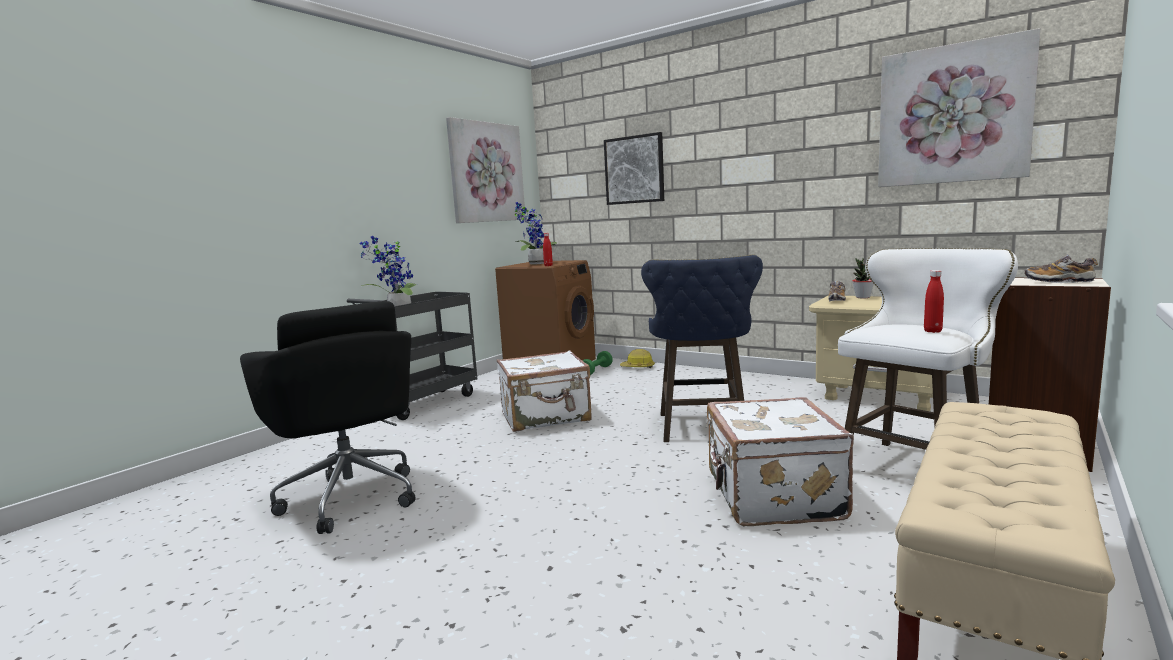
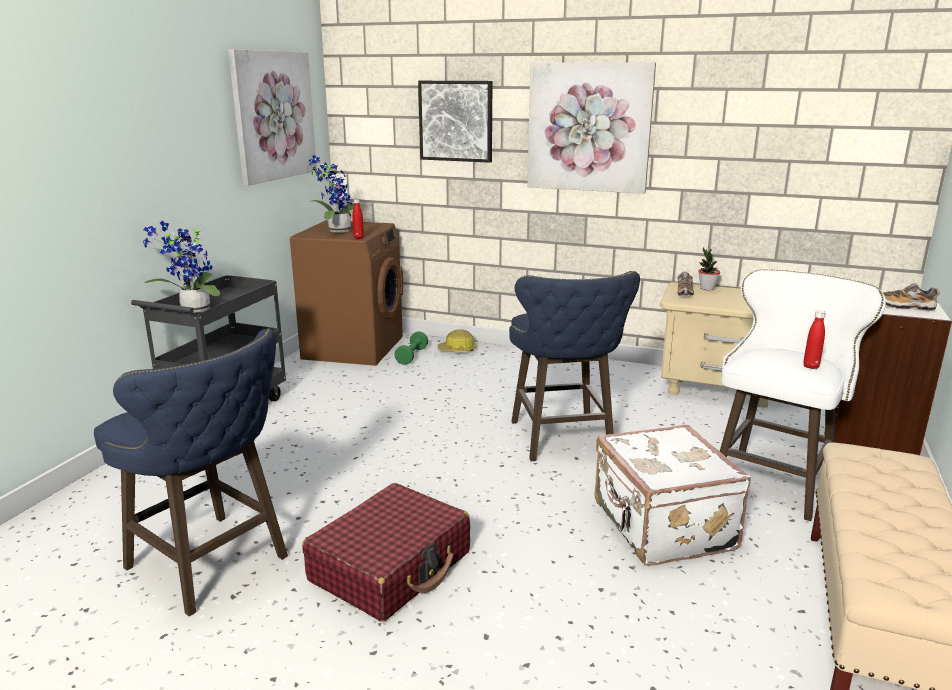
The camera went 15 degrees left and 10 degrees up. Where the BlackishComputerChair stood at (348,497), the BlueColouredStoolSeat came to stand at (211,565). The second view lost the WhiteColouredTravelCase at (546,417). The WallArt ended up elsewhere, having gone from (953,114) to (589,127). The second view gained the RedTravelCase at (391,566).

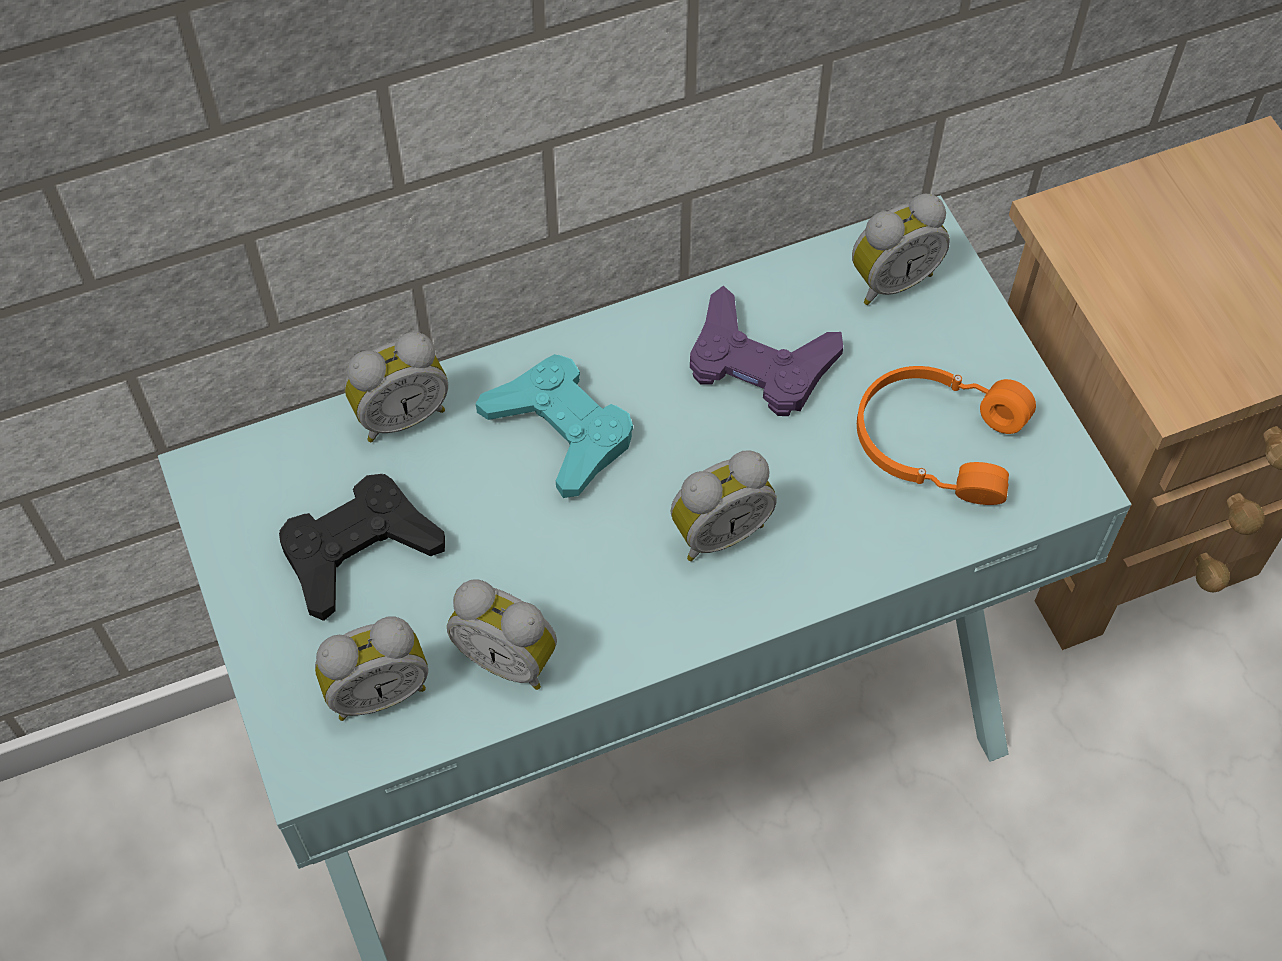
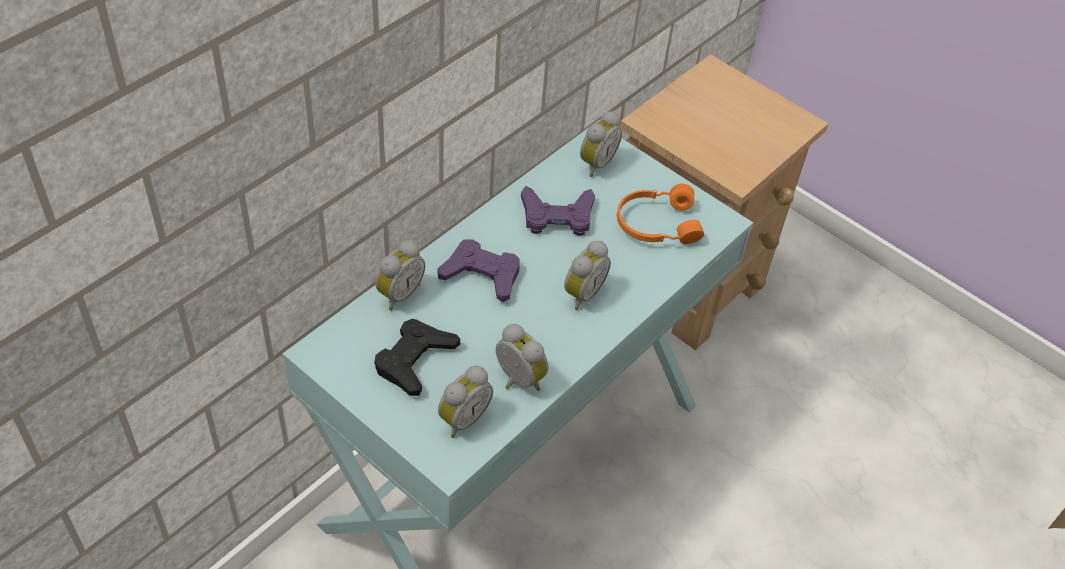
The camera went 30 degrees left and 10 degrees down. The AlarmClock at (509,656) ended up facing another way, 135 degrees counterclockwise from before. What was the TurquoiseColouredGamepad at (560,430) turned into the PurplishGamepad at (481,275).

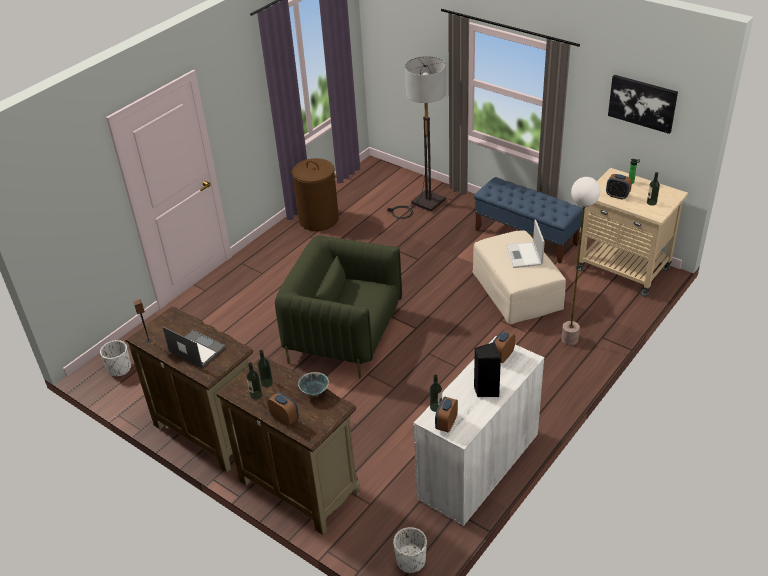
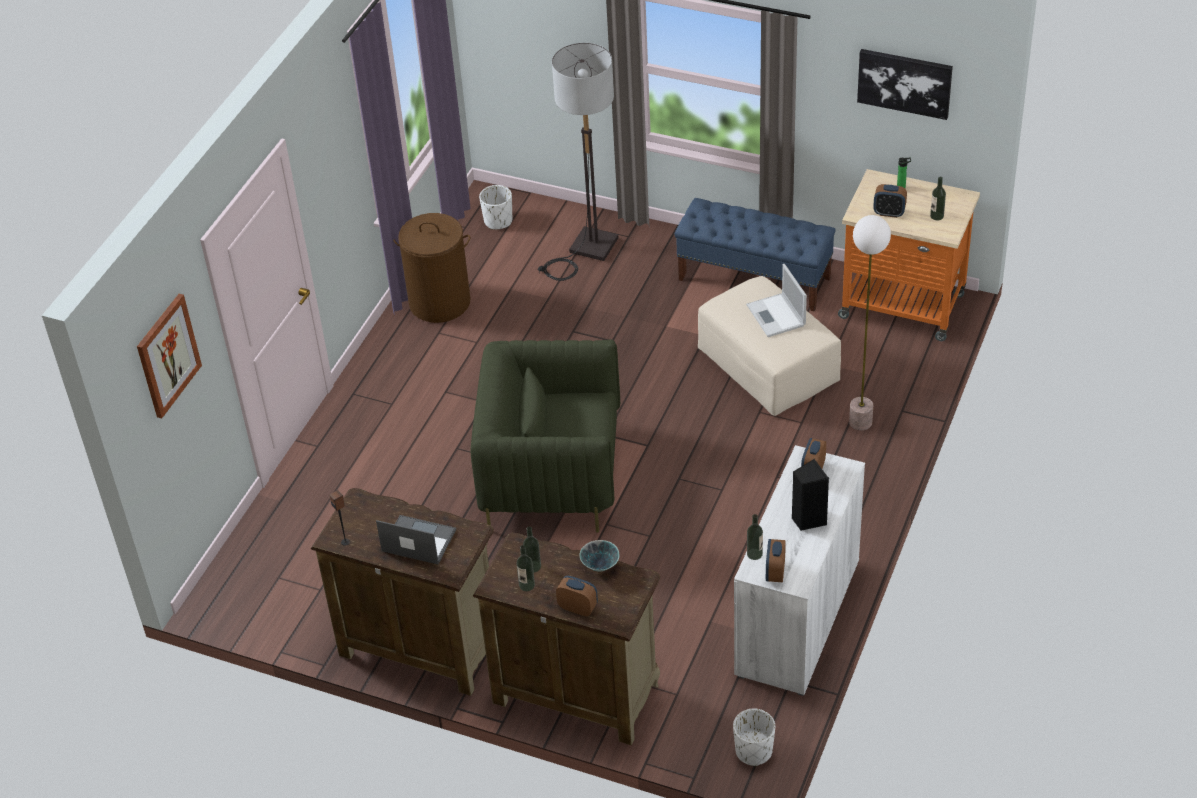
The camera went 15 degrees left and 5 degrees up. The WhiteColouredFlowerPot ended up elsewhere, having gone from (120,369) to (498,221). What was the SandColouredTrolley at (623,270) turned into the OrangeTrolley at (903,307). The second view gained the WallArt at (167,355).

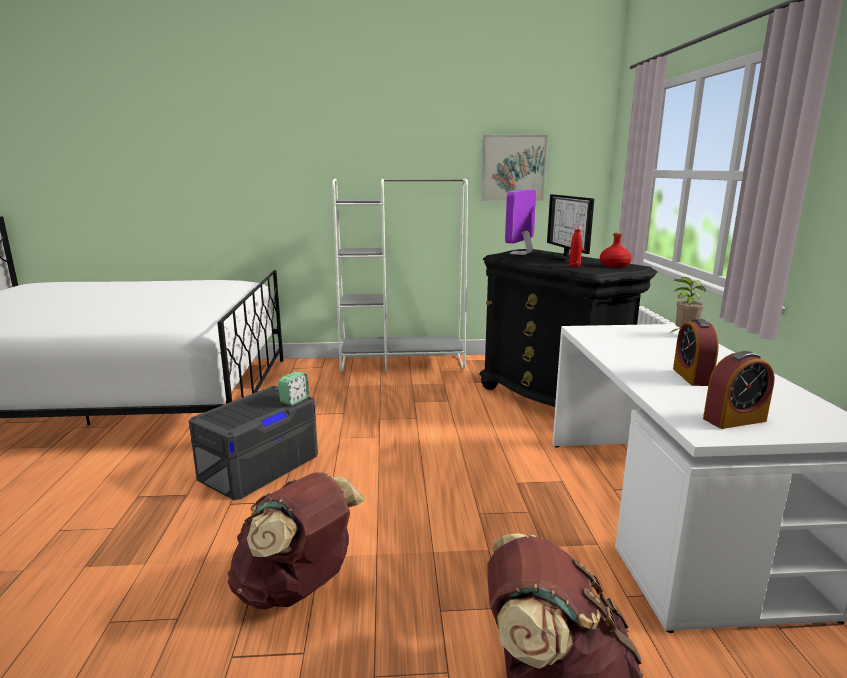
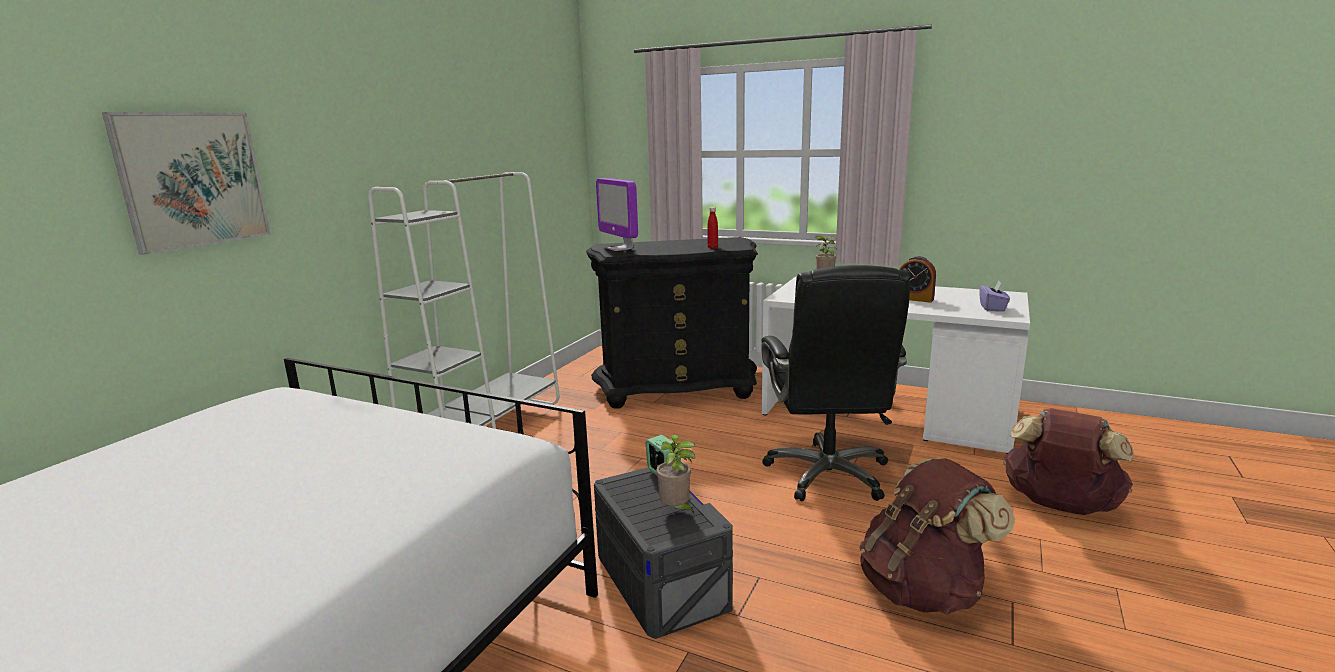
The camera went 60 degrees left and 0 degrees up. The WallArt ended up elsewhere, having gone from (513,168) to (193,179). The second view lost the ComputerDisplay at (558,257). The second view lost the RedDrinkBottle at (614,266). Where the AlarmClock stood at (734,420), the PurplishTissueBox came to stand at (992,308). The second view gained the Houseplant at (676,510). The second view gained the BlackishComputerChair at (827,471).

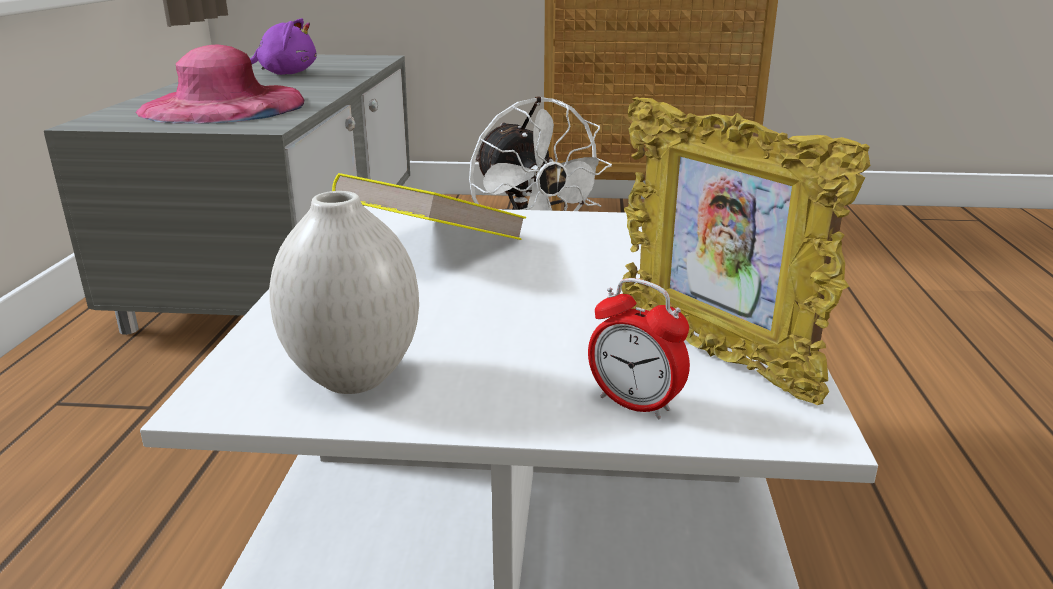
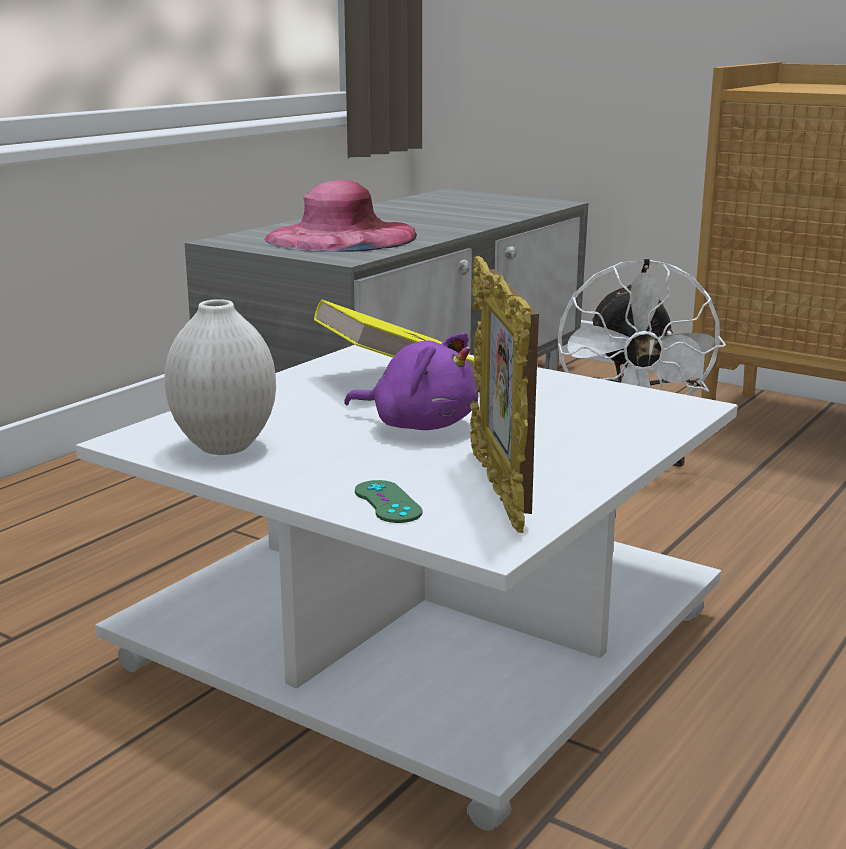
The camera went 30 degrees right and 5 degrees down. The PurplishPlushToy ended up elsewhere, having gone from (284,74) to (419,424). Where the AlarmClock stood at (635,404), the GreenColouredGamepad came to stand at (387,502).

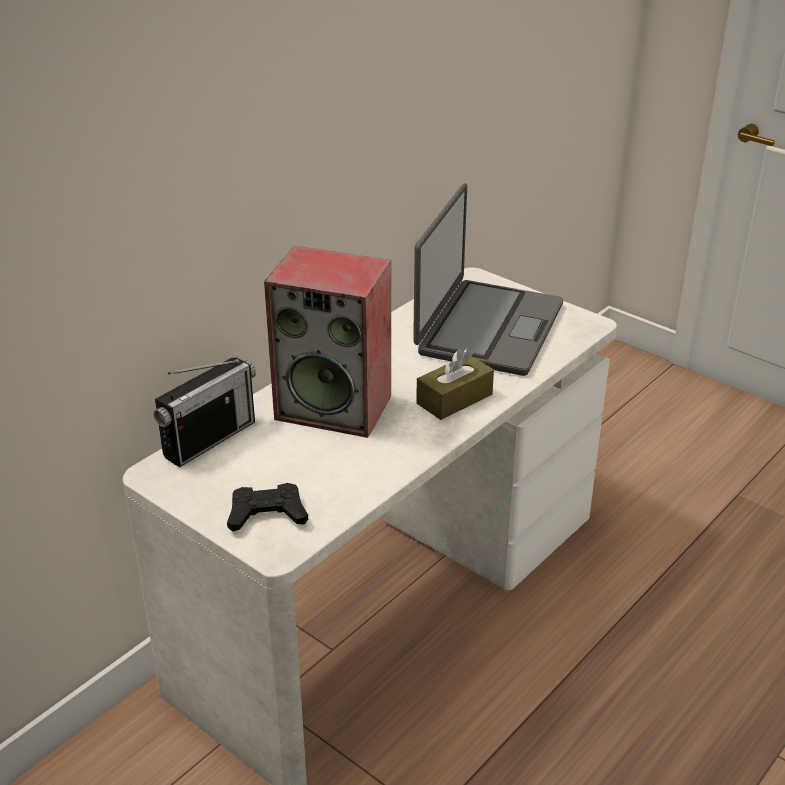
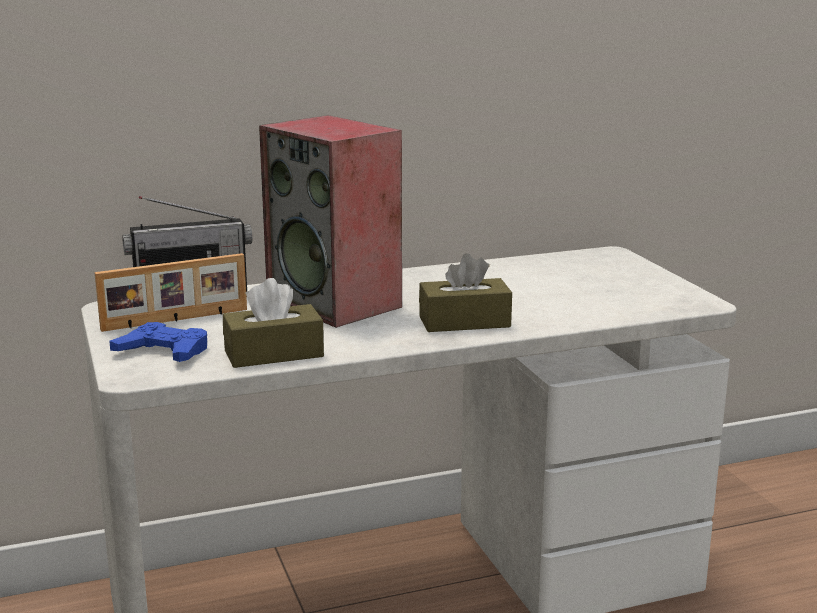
The camera went 30 degrees right and 15 degrees down. What was the BlackishGamepad at (267,514) turned into the BlueColouredGamepad at (163,352). The second view lost the PortableComputer at (488,328). The second view gained the PictureFrame at (176,320). The second view gained the BrownTissueBox at (274,353).

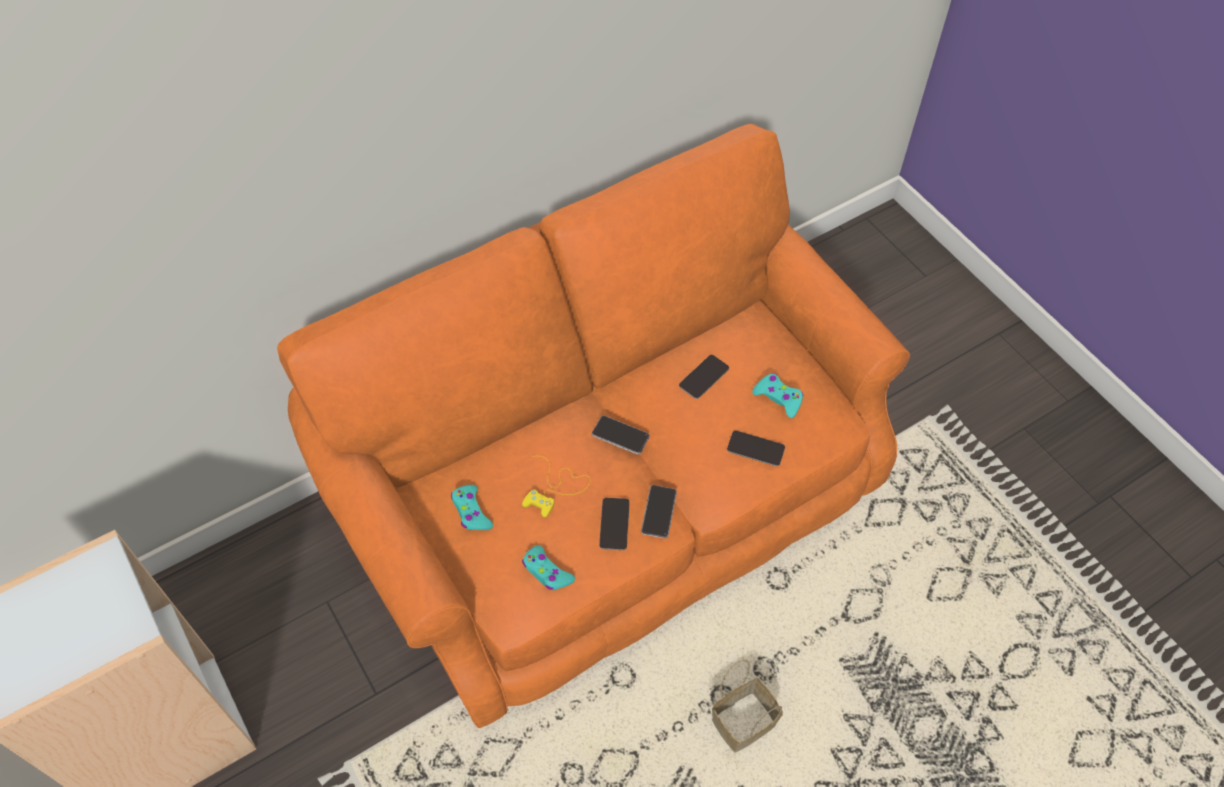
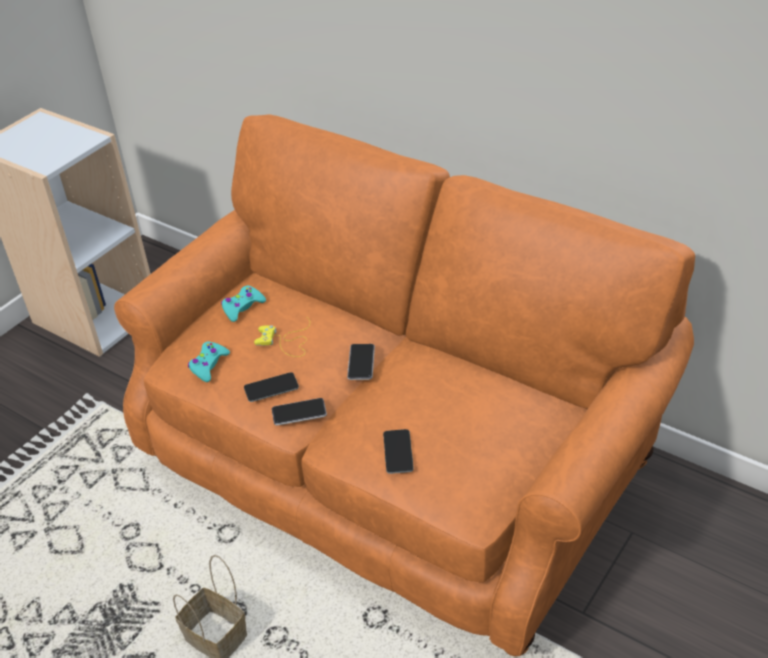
The camera went 70 degrees right and 15 degrees down. The second view lost the Telephone at (704,377). The second view lost the TurquoiseColouredGamepad at (778,398).

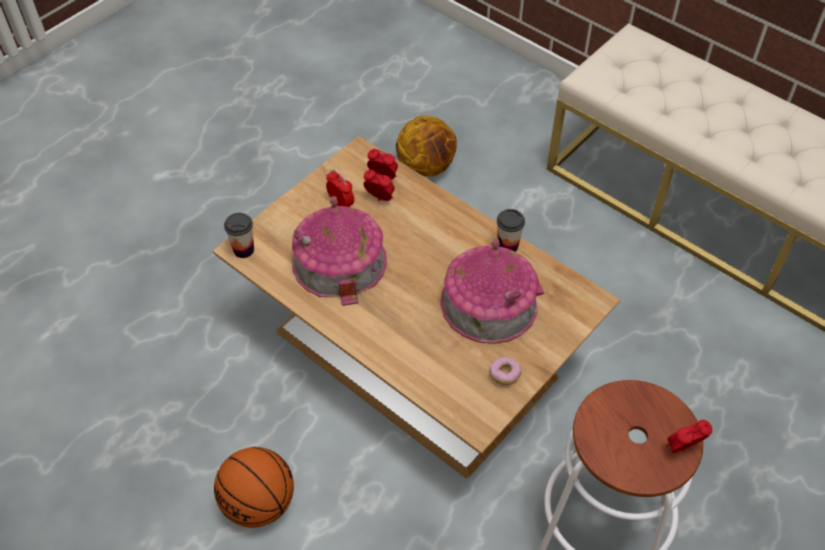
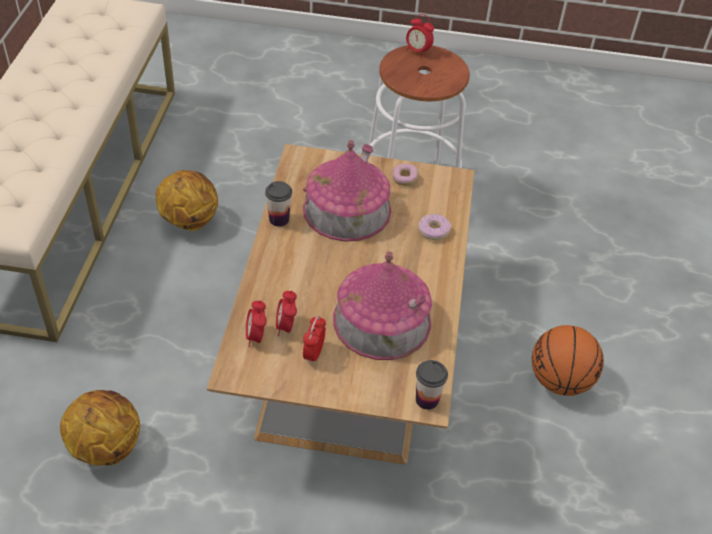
The camera went 125 degrees left and 5 degrees down. The second view gained the Basketball at (189,220). The second view gained the RingDoughnut at (433,230).

